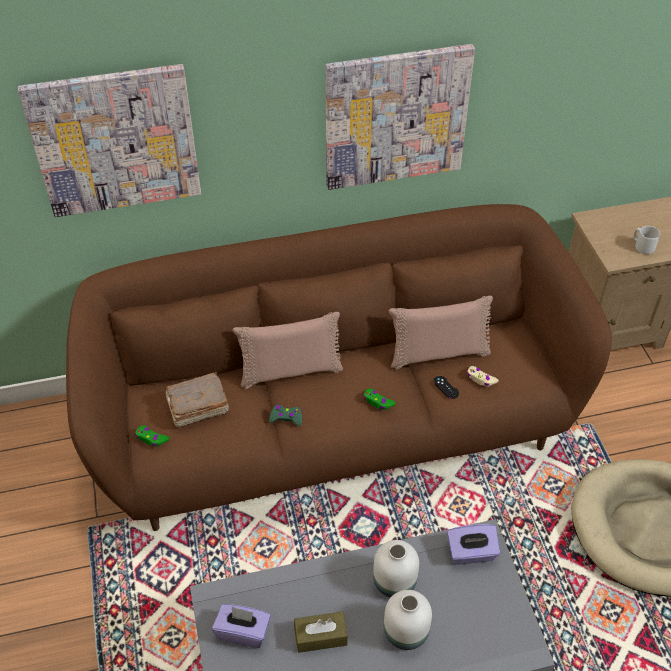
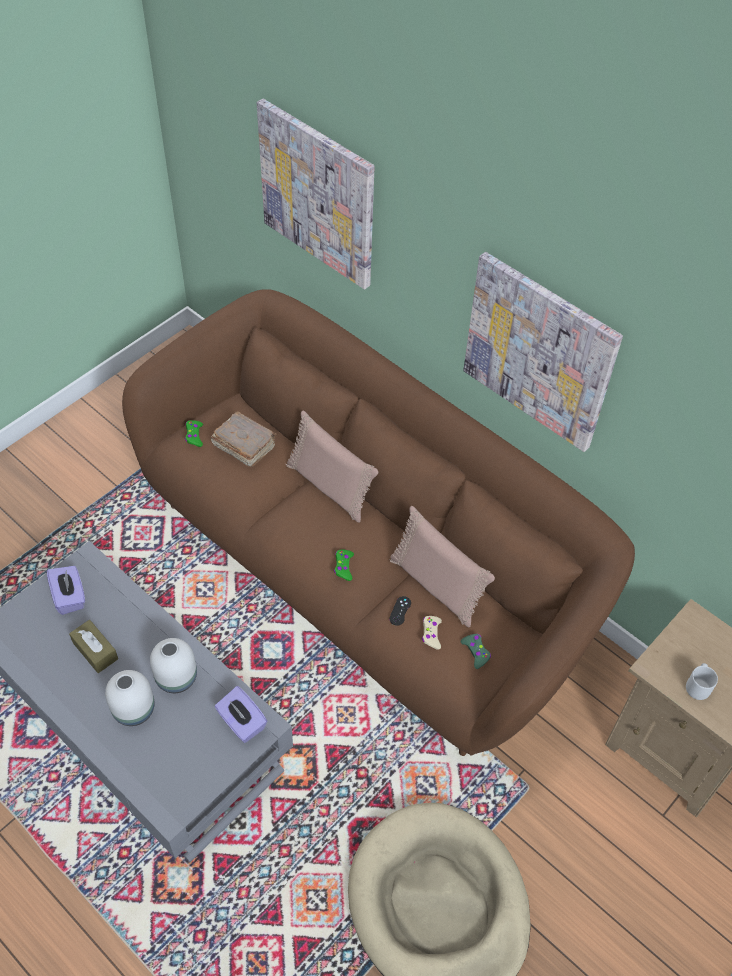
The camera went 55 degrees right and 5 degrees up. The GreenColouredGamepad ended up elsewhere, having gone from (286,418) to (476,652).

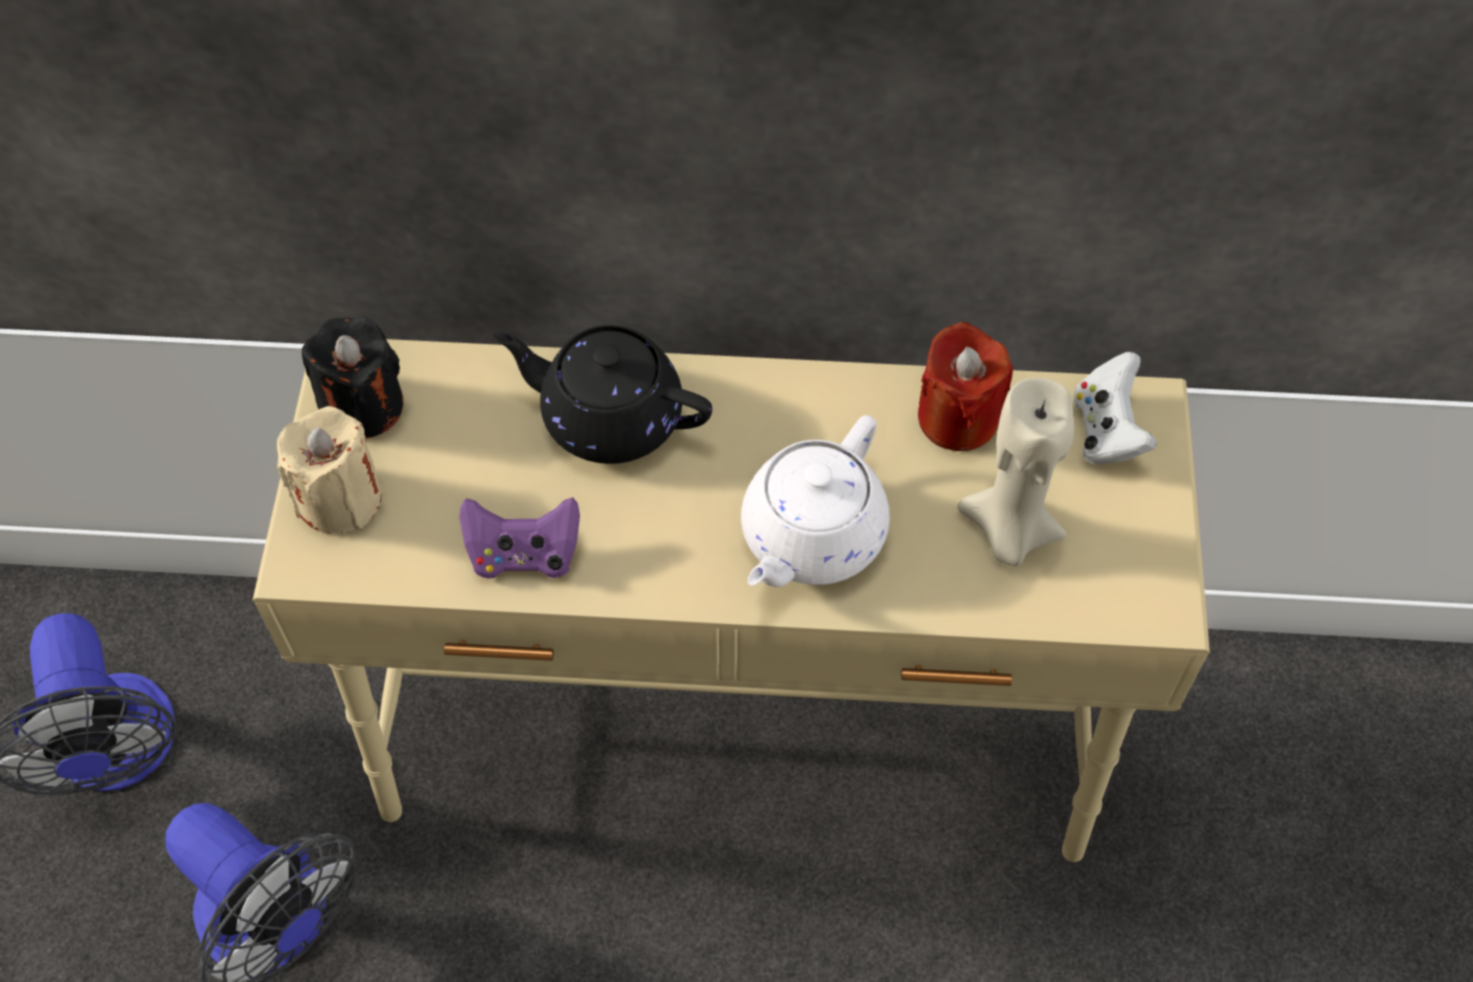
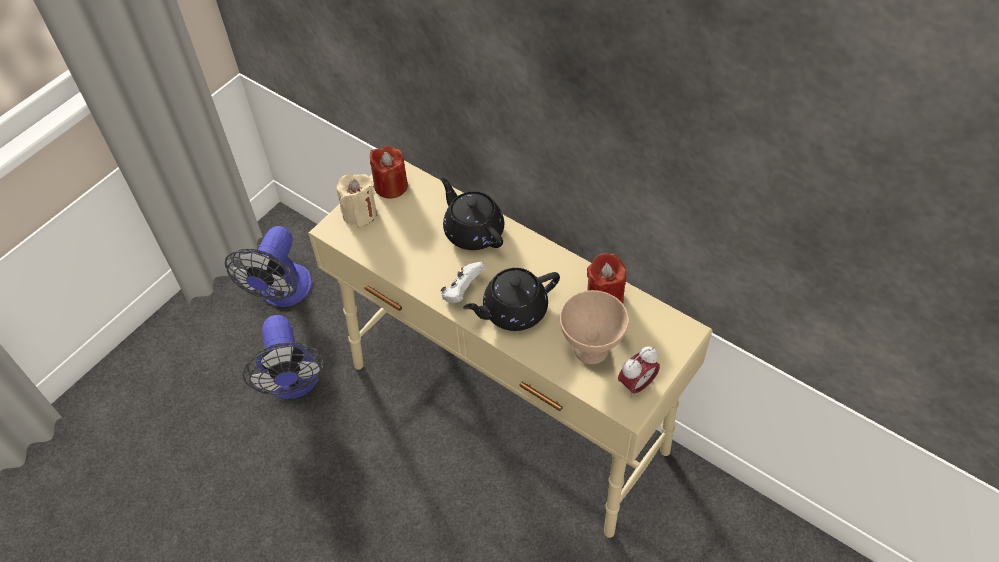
The camera went 35 degrees right and 5 degrees down. What was the BlackishCandle at (363,406) turned into the RedCandle at (391,186). The second view lost the PurplishGamepad at (524,554). What was the WhiteColouredTeaPot at (811,537) turned into the BlackishTeaPot at (513,311). Where the SandColouredCandle stood at (1009,532), the SandColouredServingBowl came to stand at (591,348). The WhiteColouredGamepad ended up elsewhere, having gone from (1106,430) to (462,291). The second view gained the AlarmClock at (636,384).

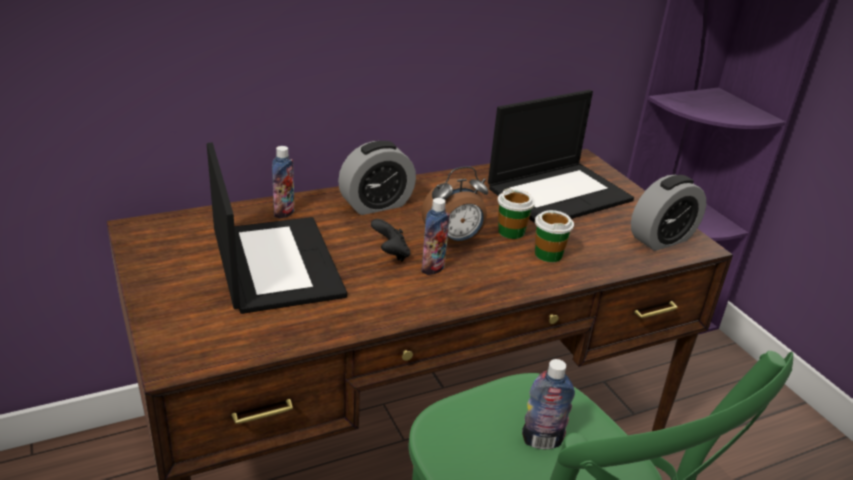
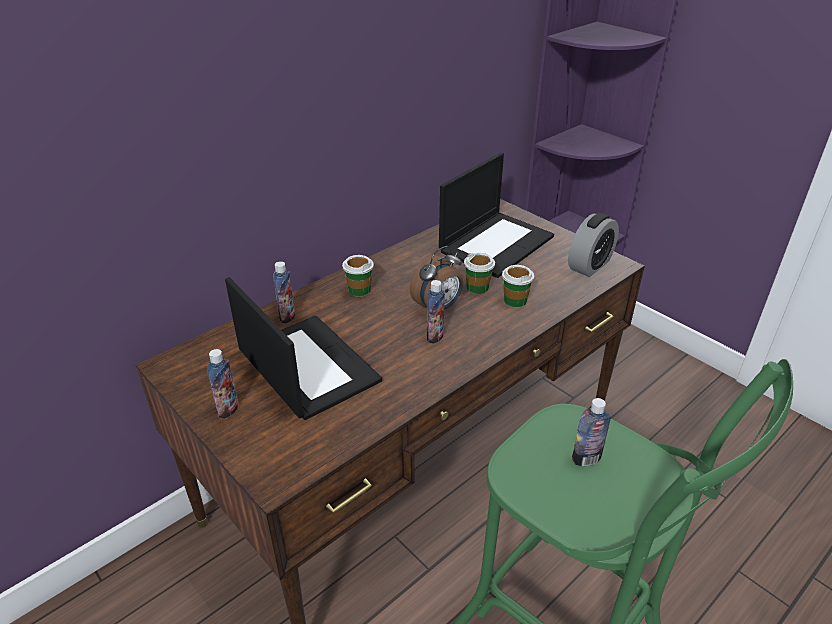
The camera went 15 degrees left and 5 degrees up. Where the AlarmClock stood at (376,205), the Cup came to stand at (359,290). The second view lost the BlackishGamepad at (391,254). The second view gained the DrinkBottle at (228,409).

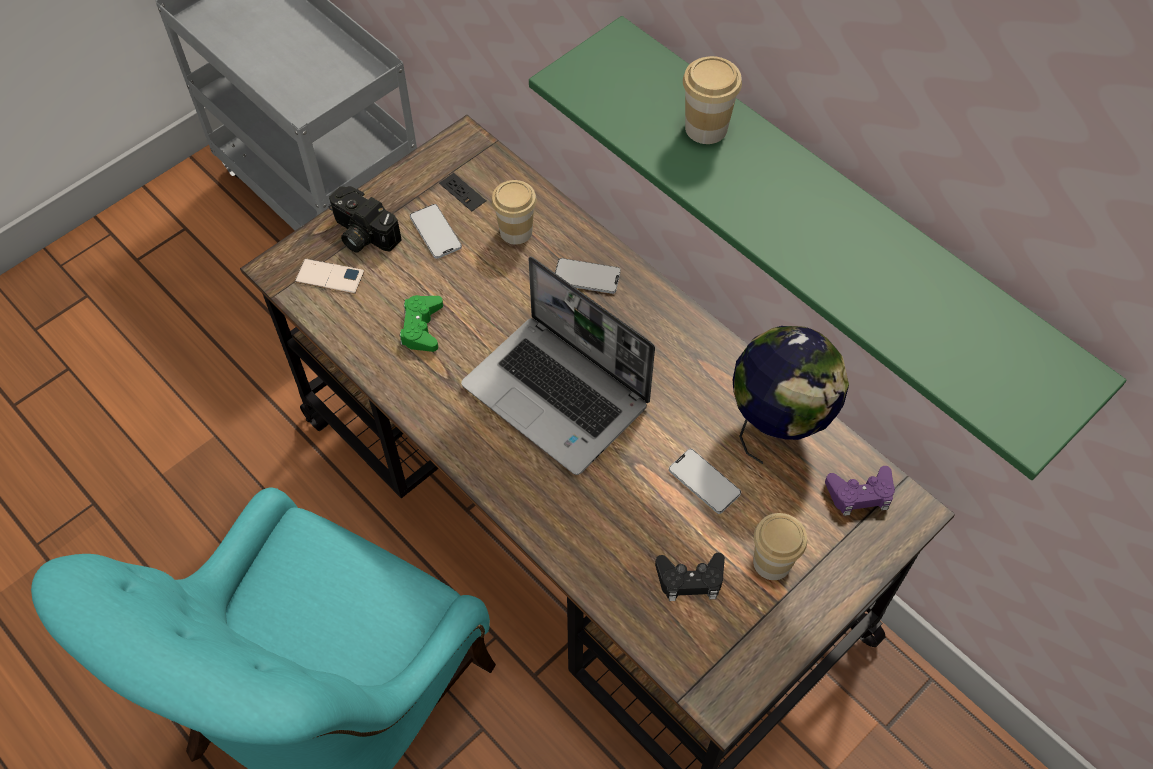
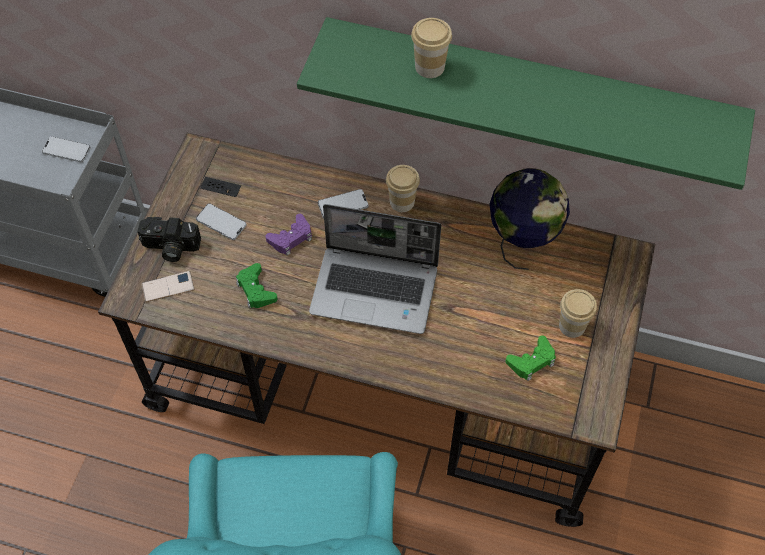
The camera went 30 degrees left and 0 degrees up. The Cup ended up elsewhere, having gone from (516,231) to (402,202). What was the BlackishGamepad at (690,579) turned into the GreenColouredGamepad at (531,361). The Telephone ended up elsewhere, having gone from (704,482) to (66,150). The PurplishGamepad ended up elsewhere, having gone from (860,494) to (291,238).

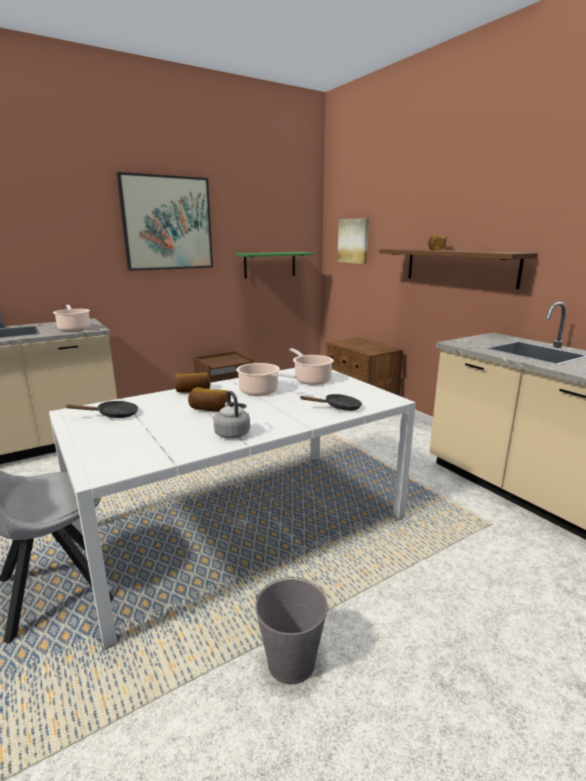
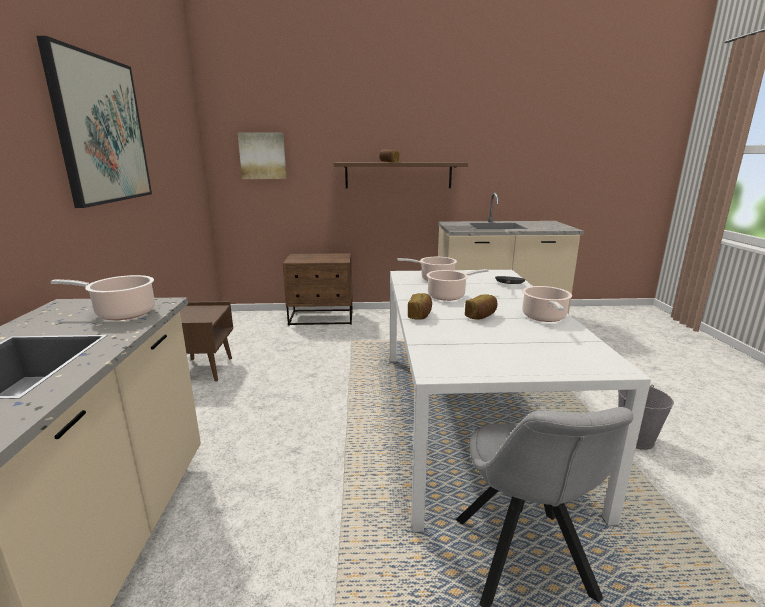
The camera went 60 degrees left and 0 degrees up. The second view lost the BlackishFryingPan at (113,415). Where the GrayTeaKettle stood at (231,433), the Stockpot came to stand at (544,317). The second view lost the GreenColouredBracketShelf at (270,265).

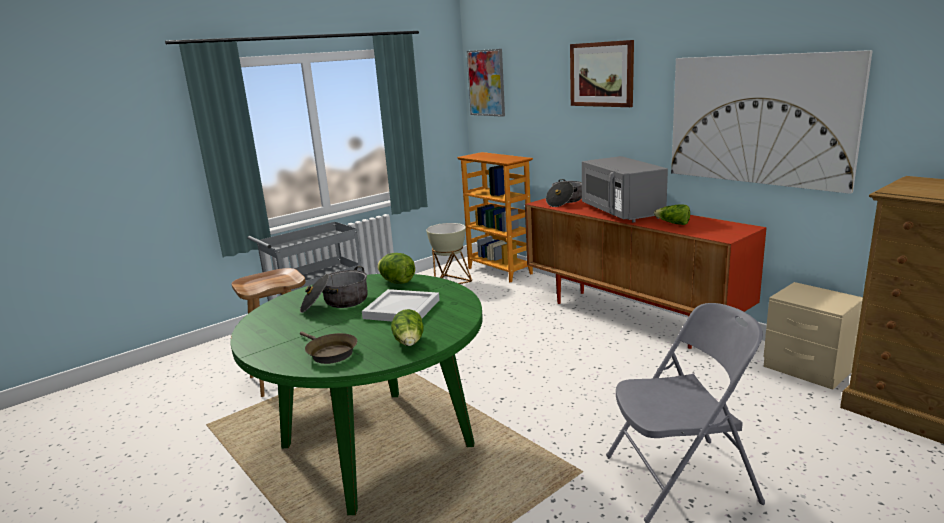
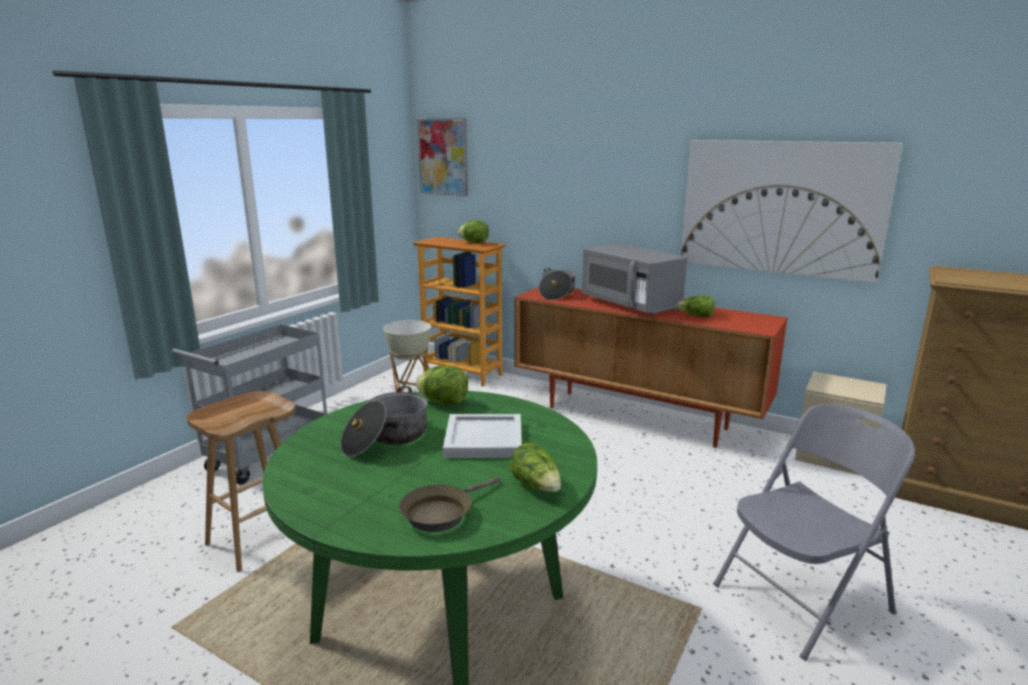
The camera went 20 degrees left and 0 degrees up. The BrownFryingPan at (329,353) ended up facing another way, 105 degrees clockwise from before. The second view lost the WallArt at (601,74). The second view gained the HeadOfLettuce at (474,242).

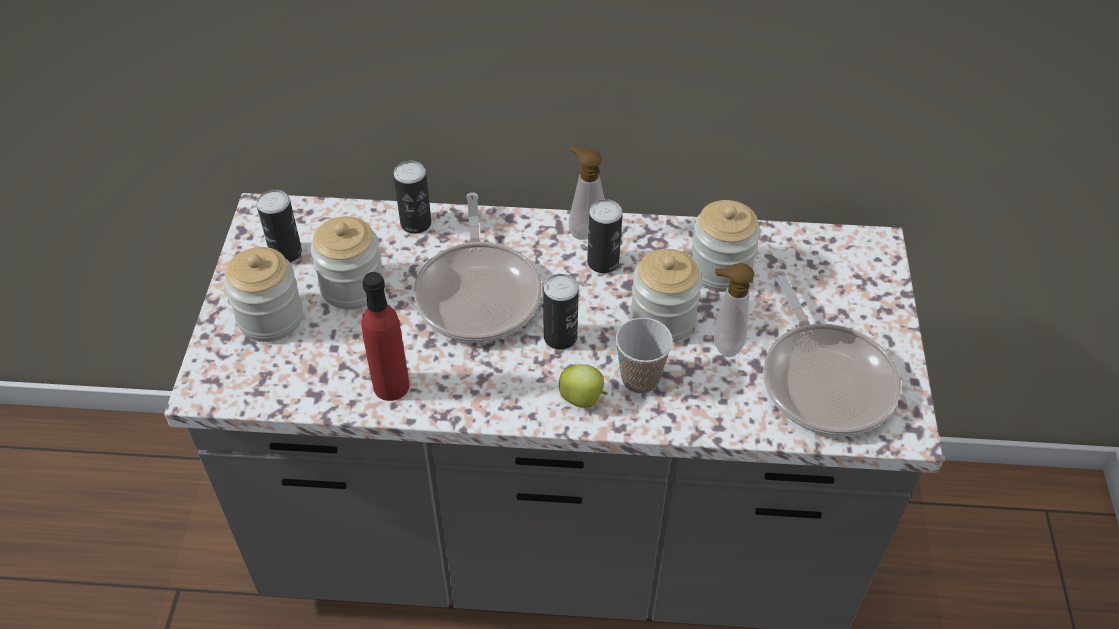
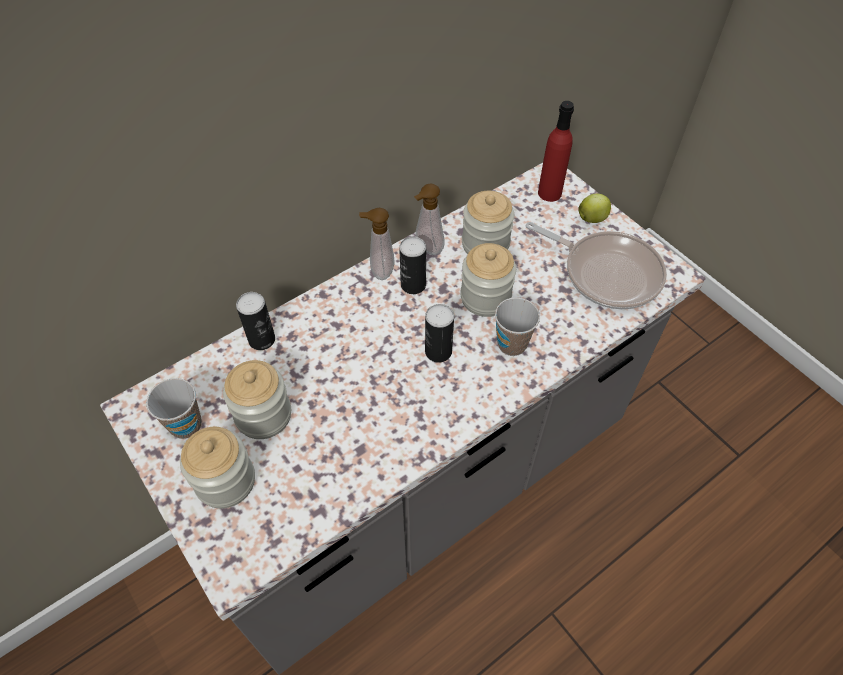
The camera went 40 degrees left and 5 degrees up. Where the SealedCan stood at (286,252), the Cup came to stand at (186,425). The RedDrinkBottle ended up elsewhere, having gone from (391,386) to (549,193). The second view lost the FryingPan at (478,293). The Apple ended up elsewhere, having gone from (583,399) to (592,218). The SoapBottle ended up elsewhere, having gone from (723,344) to (427,249).

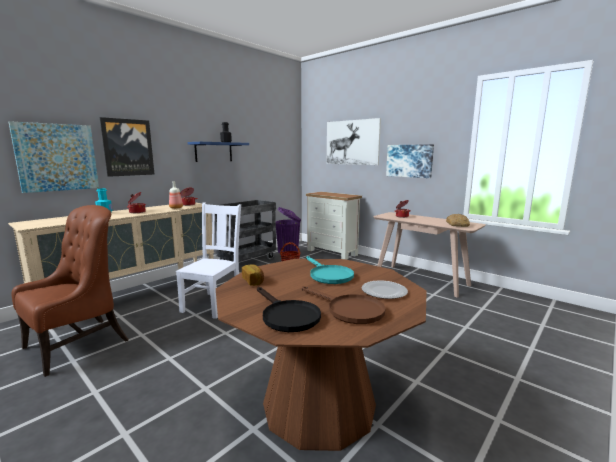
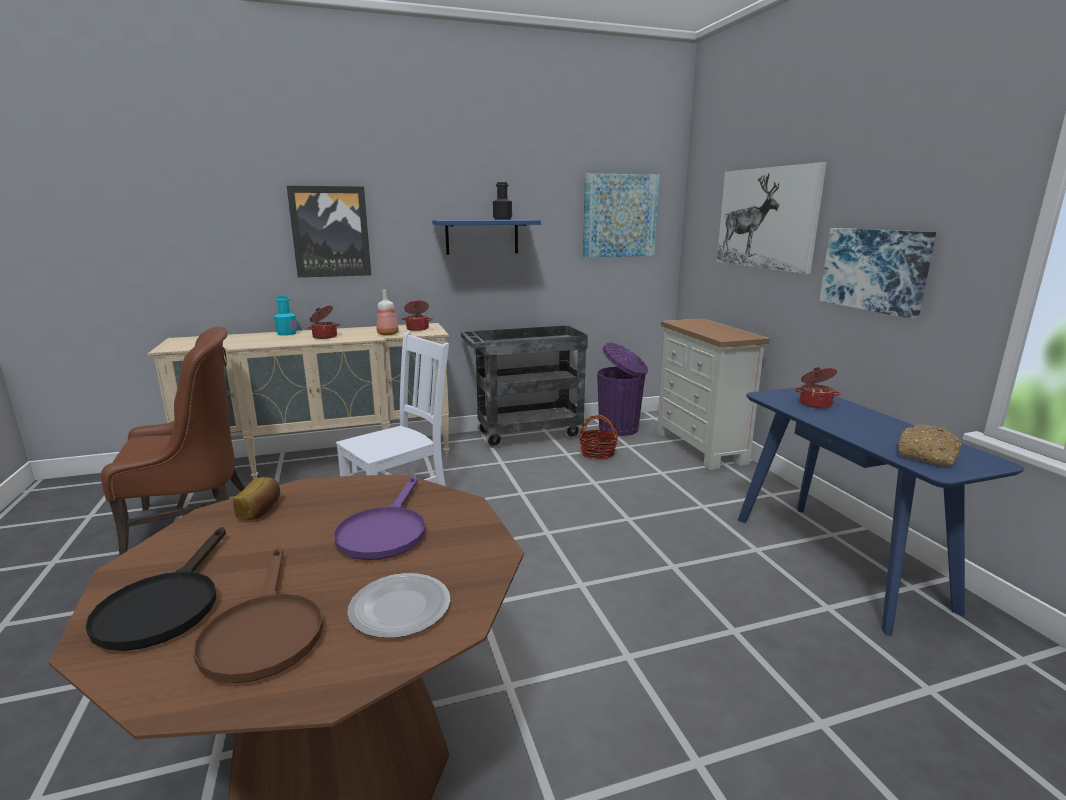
The camera went 30 degrees right and 5 degrees up. The WallArt ended up elsewhere, having gone from (57,157) to (619,216). What was the TurquoiseColouredFryingPan at (328,275) turned into the PurplishFryingPan at (385,531). What was the SandColouredNarrowTable at (421,280) turned into the BlueColouredNarrowTable at (837,560).

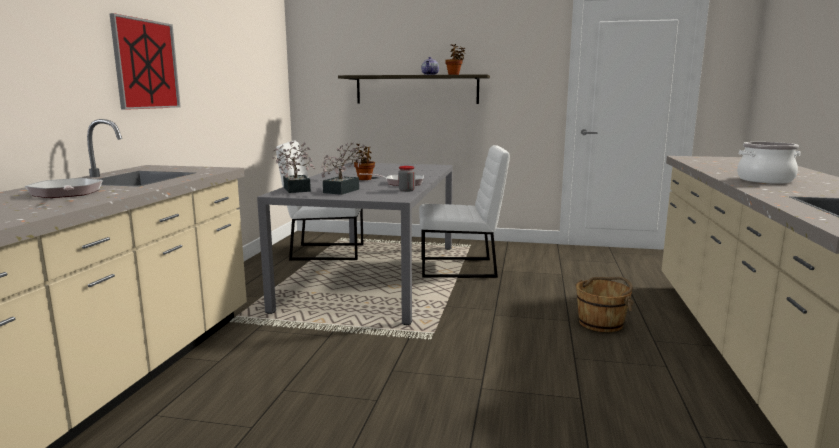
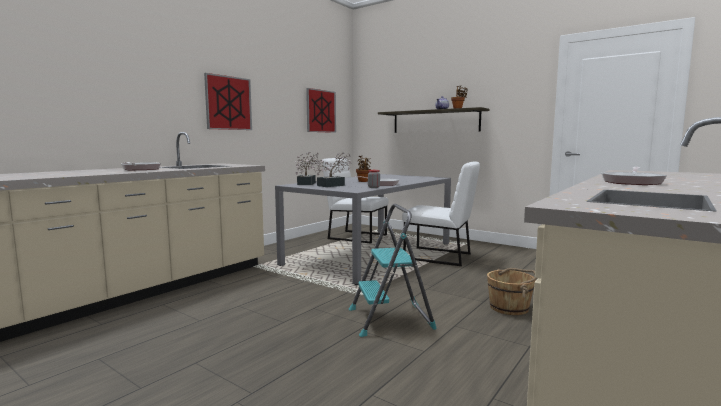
The camera went 25 degrees right and 5 degrees down. Where the Stockpot stood at (765,180), the FryingPan came to stand at (632,182). The second view gained the WallArt at (321,111). The second view gained the TurquoiseColouredStepStool at (394,318).

